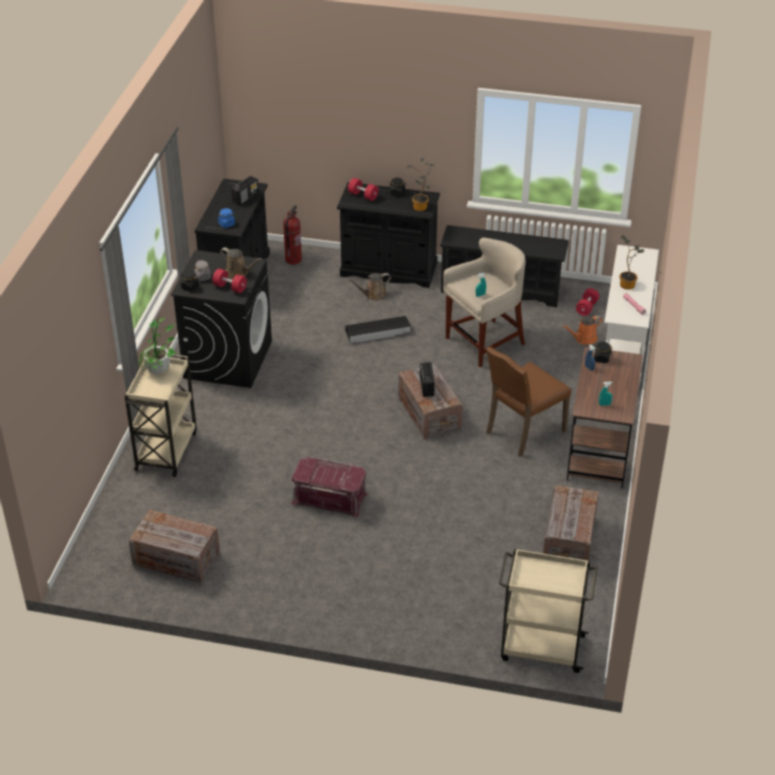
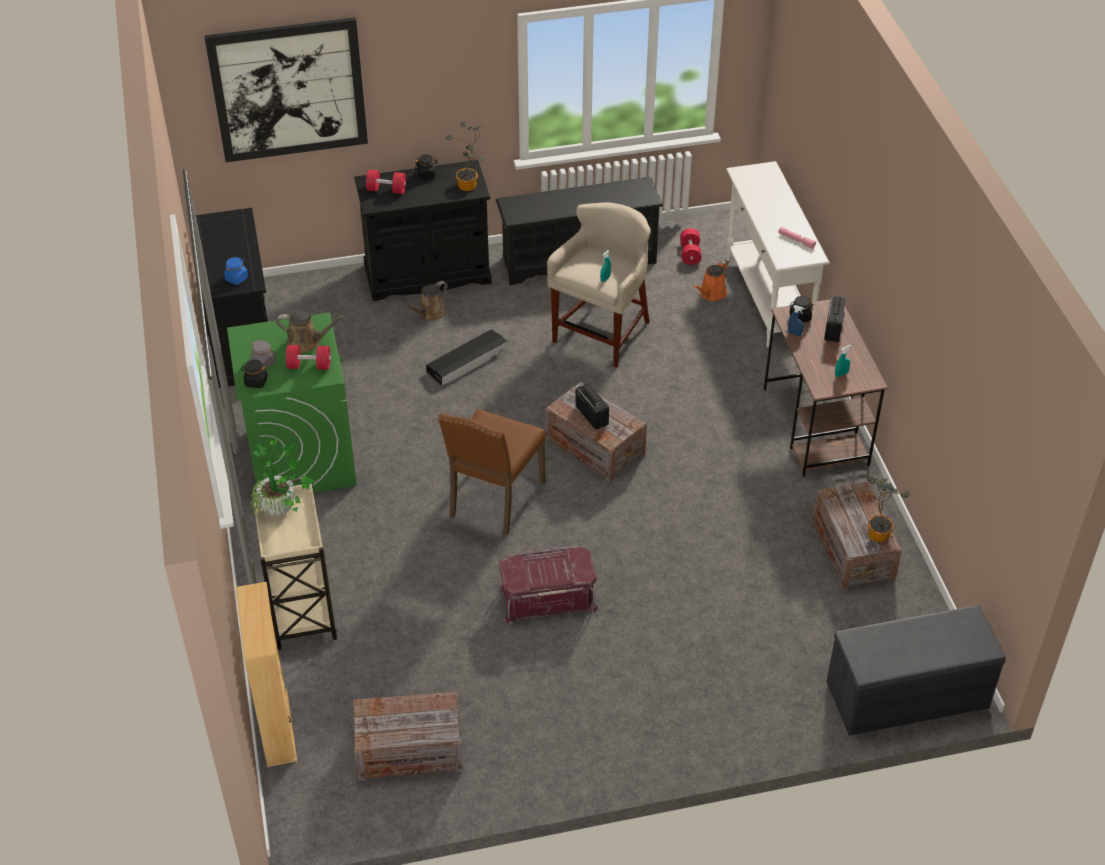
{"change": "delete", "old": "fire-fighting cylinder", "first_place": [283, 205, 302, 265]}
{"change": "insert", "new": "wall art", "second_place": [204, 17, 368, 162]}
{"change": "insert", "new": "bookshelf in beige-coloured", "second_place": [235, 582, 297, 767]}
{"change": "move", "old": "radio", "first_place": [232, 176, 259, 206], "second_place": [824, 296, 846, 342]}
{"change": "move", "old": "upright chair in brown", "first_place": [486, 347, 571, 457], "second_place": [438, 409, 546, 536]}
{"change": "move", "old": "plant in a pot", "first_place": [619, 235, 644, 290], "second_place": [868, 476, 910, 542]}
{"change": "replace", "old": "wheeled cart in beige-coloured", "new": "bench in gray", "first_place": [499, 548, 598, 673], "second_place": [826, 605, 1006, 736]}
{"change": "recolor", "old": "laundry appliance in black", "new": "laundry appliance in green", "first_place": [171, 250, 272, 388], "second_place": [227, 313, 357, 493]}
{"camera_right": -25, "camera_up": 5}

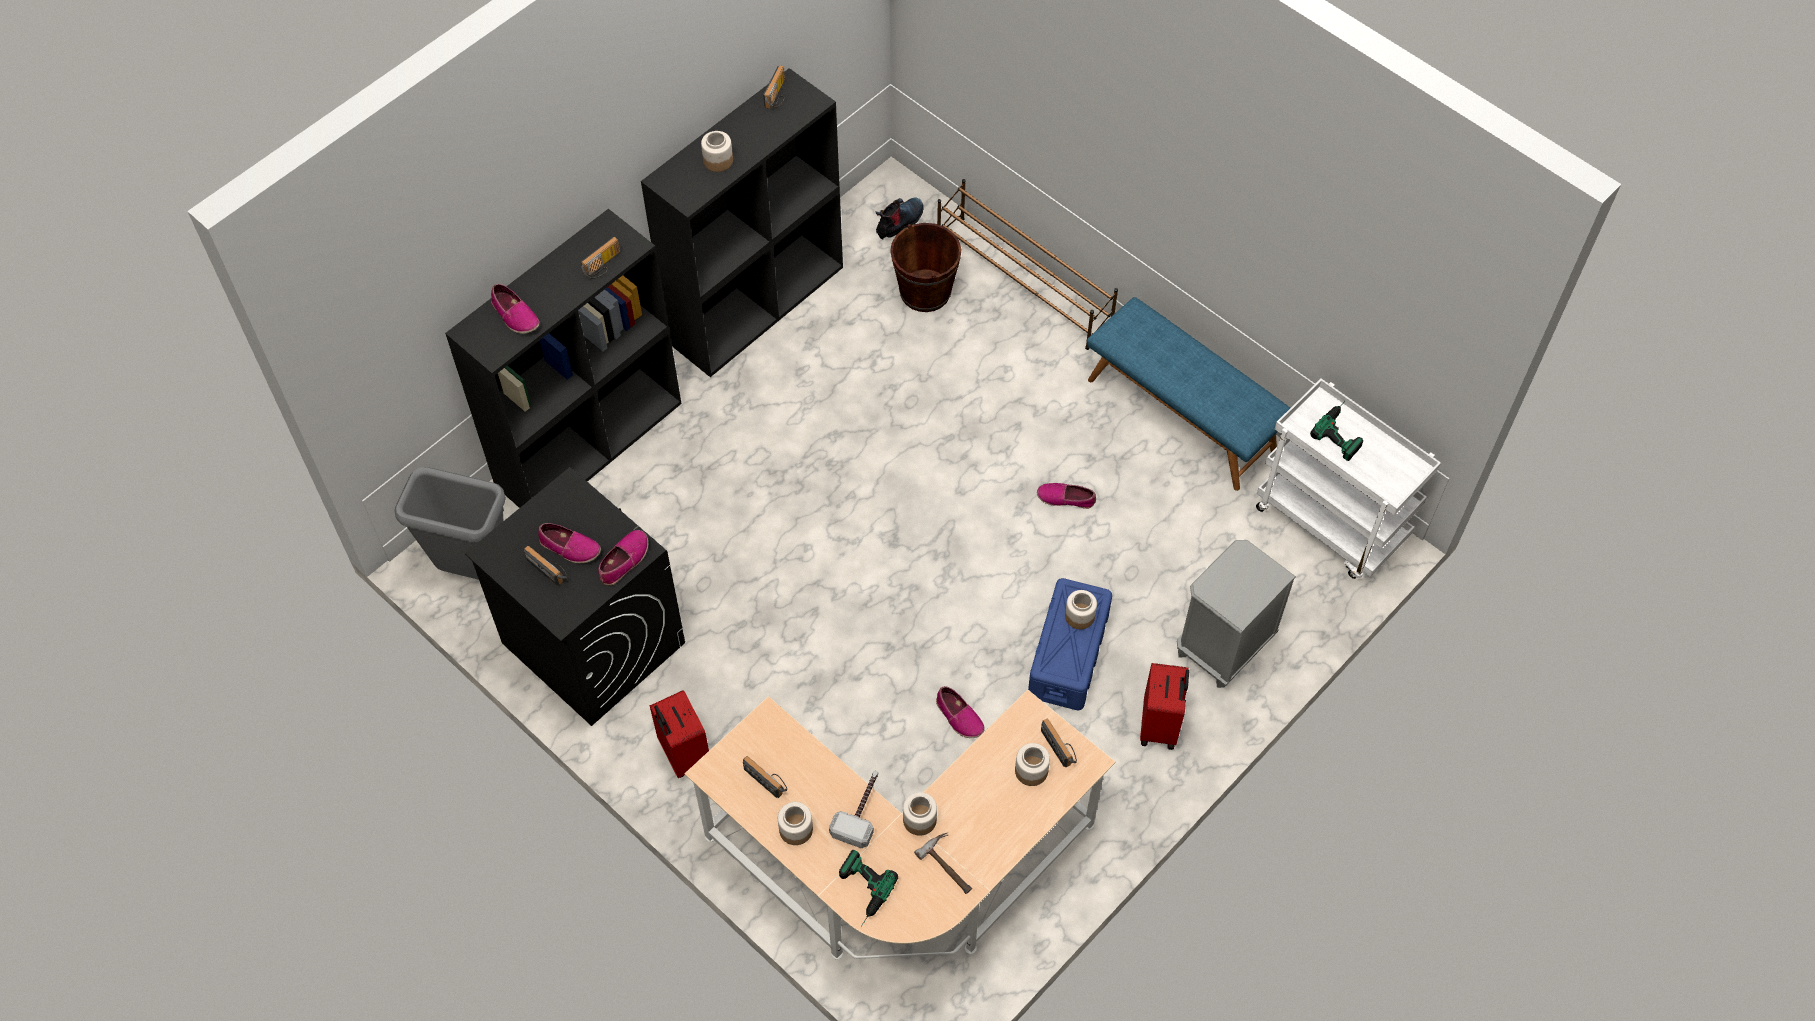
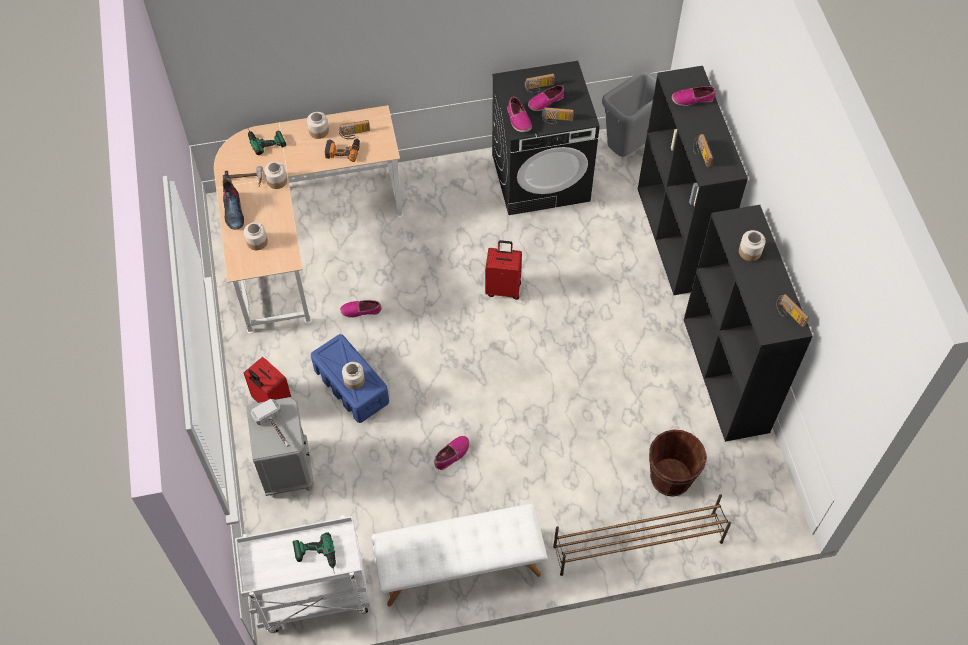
{"change": "insert", "new": "power drill", "second_place": [325, 138, 360, 162]}
{"change": "move", "old": "piece of luggage in red", "first_place": [650, 690, 709, 778], "second_place": [485, 240, 522, 300]}
{"change": "move", "old": "hammer", "first_place": [829, 771, 878, 848], "second_place": [251, 399, 289, 447]}
{"change": "move", "old": "boot", "first_place": [876, 197, 924, 240], "second_place": [223, 171, 244, 230]}
{"change": "move", "old": "radio", "first_place": [1041, 719, 1077, 767], "second_place": [542, 107, 574, 124]}
{"change": "recolor", "old": "bench in blue-coloured", "new": "bench in whitish", "first_place": [1087, 297, 1290, 491], "second_place": [372, 503, 547, 607]}
{"camera_right": 125, "camera_up": 0}

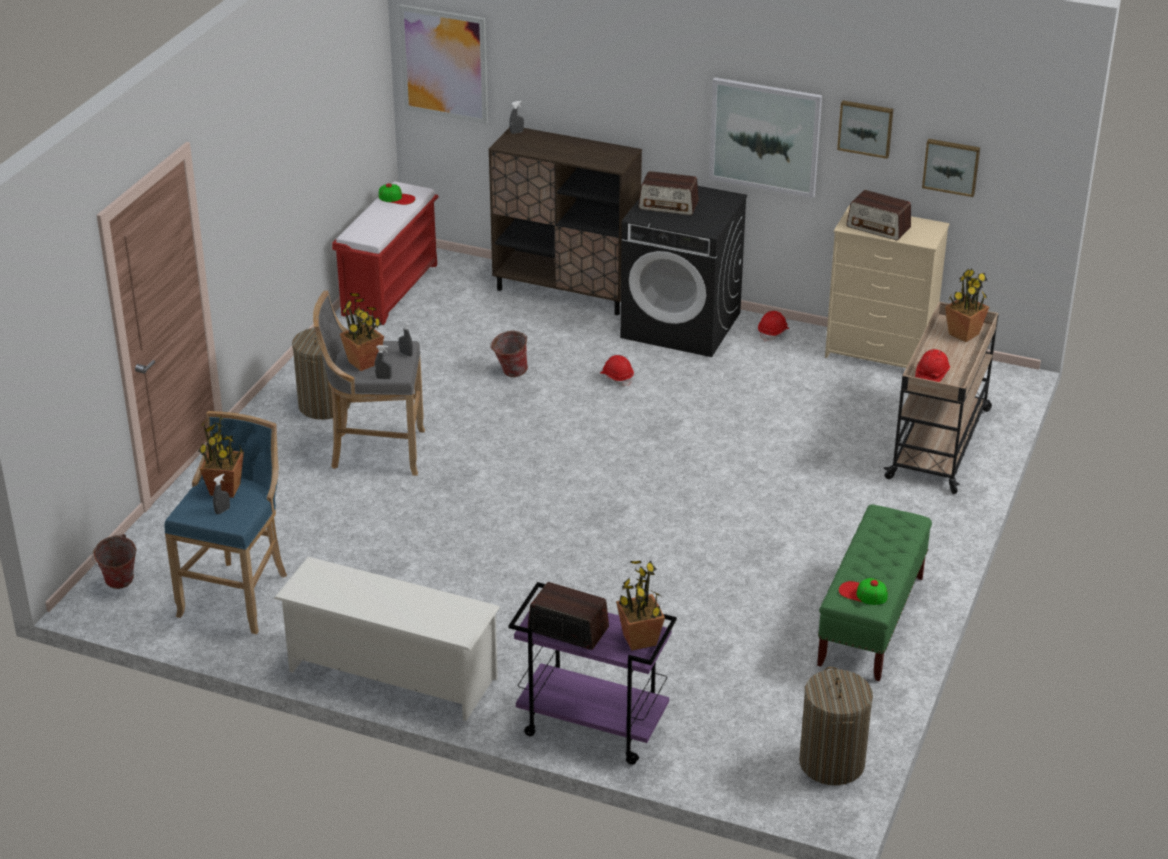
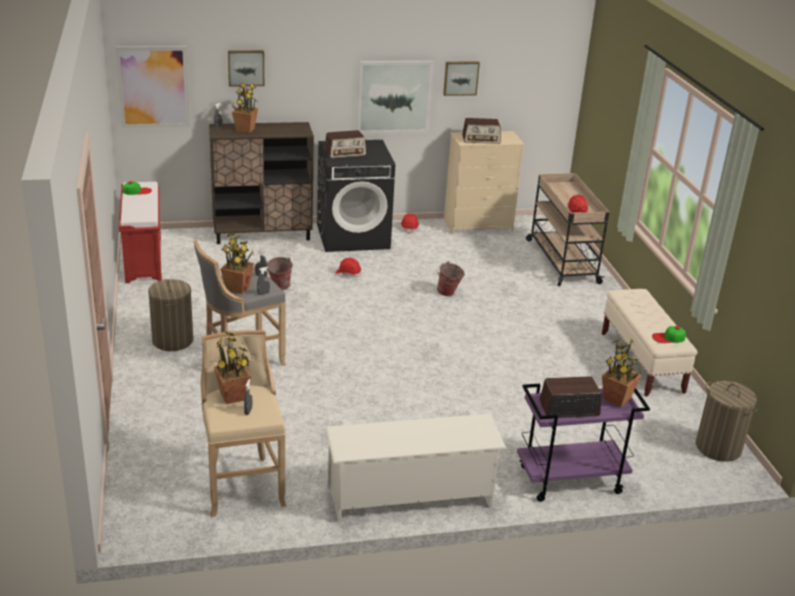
{"change": "move", "old": "water bucket", "first_place": [92, 534, 136, 589], "second_place": [437, 261, 465, 296]}
{"change": "move", "old": "wall art", "first_place": [922, 139, 980, 197], "second_place": [228, 50, 264, 87]}
{"change": "move", "old": "plant in a pot", "first_place": [945, 269, 989, 342], "second_place": [232, 82, 258, 133]}
{"change": "recolor", "old": "stool in blue-coloured", "new": "stool in beige-coloured", "first_place": [164, 411, 287, 634], "second_place": [201, 330, 286, 517]}
{"change": "recolor", "old": "bench in green", "new": "bench in beige-coloured", "first_place": [817, 505, 932, 681], "second_place": [602, 289, 698, 397]}
{"camera_right": -35, "camera_up": -5}

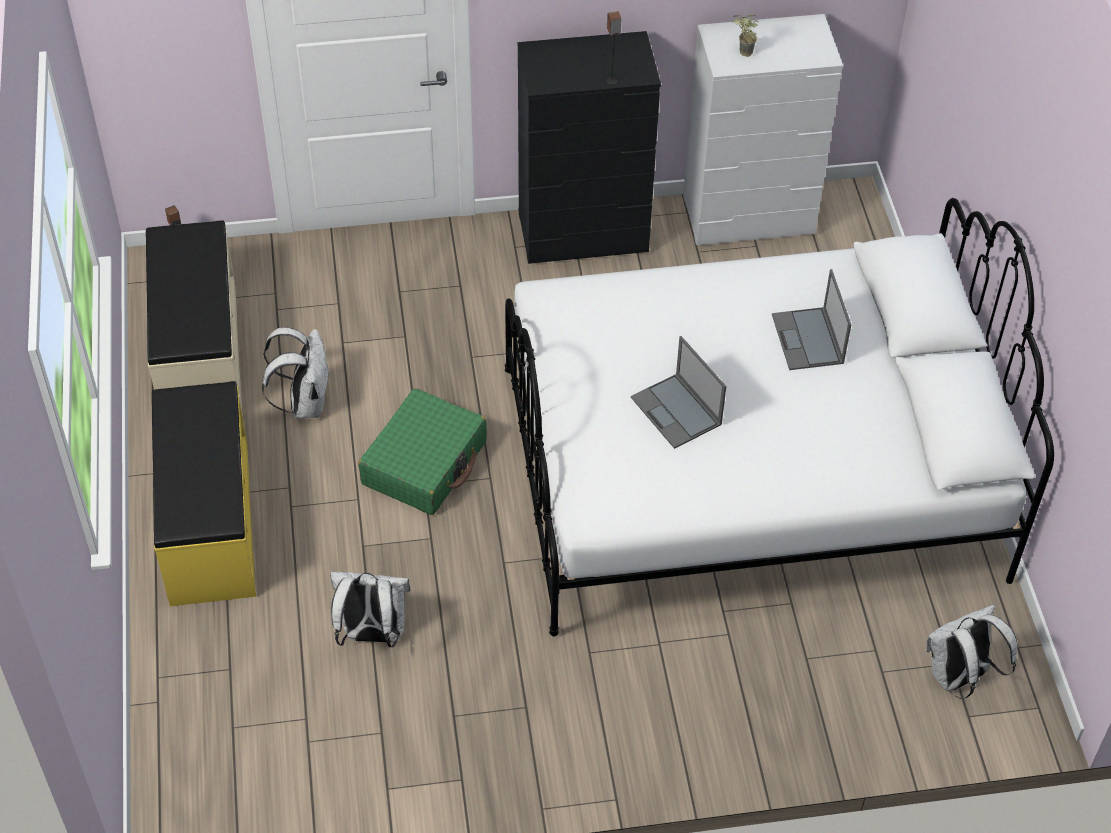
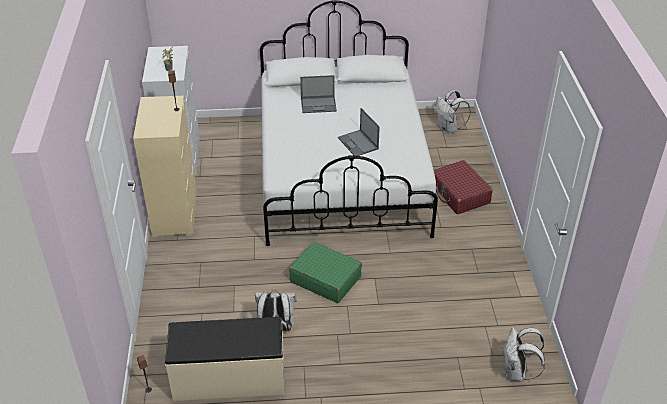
{"change": "delete", "old": "bench in yellow", "first_place": [152, 381, 256, 606]}
{"change": "insert", "new": "piece of luggage in red", "second_place": [434, 160, 493, 214]}
{"change": "move", "old": "rucksack in whitish", "first_place": [330, 572, 410, 647], "second_place": [504, 327, 545, 381]}
{"change": "recolor", "old": "drawer chest in black", "new": "drawer chest in beige-coloured", "first_place": [518, 31, 661, 264], "second_place": [133, 96, 197, 237]}
{"change": "rotate", "old": "laptop", "first_place": [631, 336, 726, 449], "second_place": [338, 108, 380, 156], "degrees": 90}
{"camera_right": -85, "camera_up": -10}

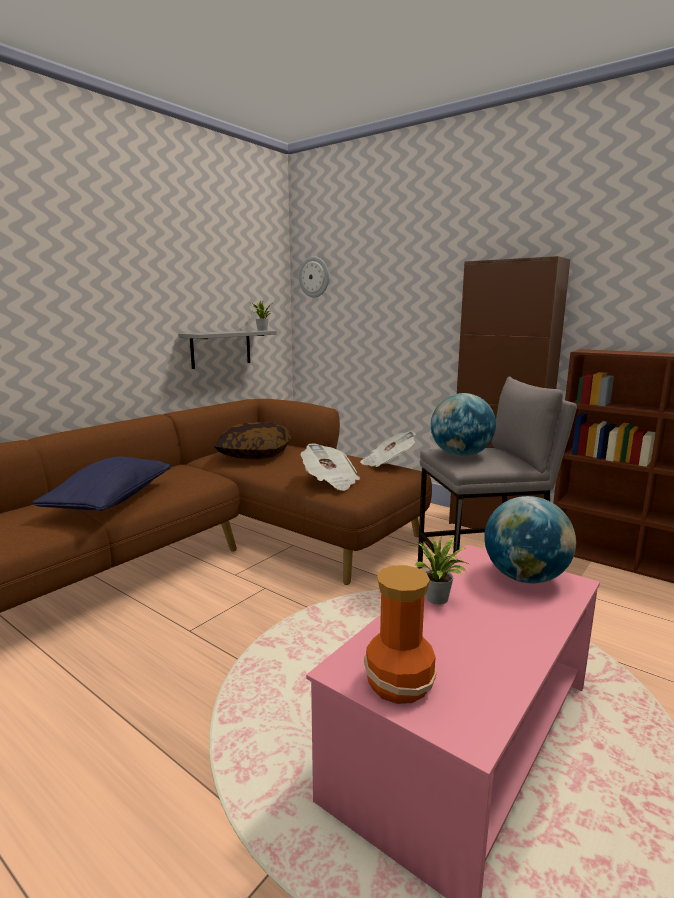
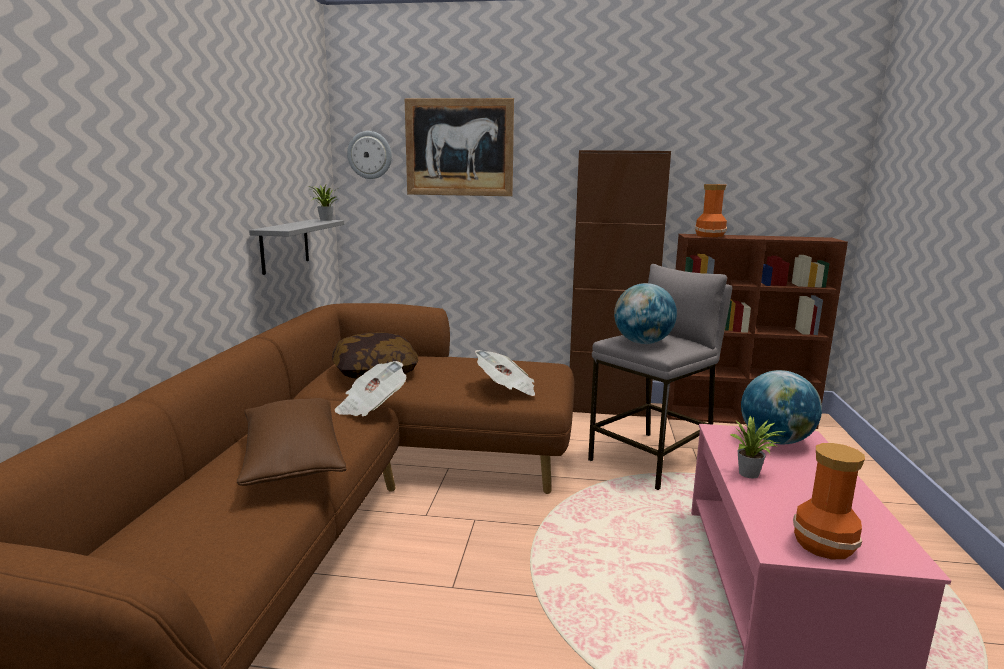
{"change": "insert", "new": "wall art", "second_place": [405, 98, 514, 196]}
{"change": "insert", "new": "decorative vase", "second_place": [695, 184, 727, 237]}
{"change": "move", "old": "newspaper", "first_place": [360, 432, 416, 467], "second_place": [335, 361, 407, 417]}
{"change": "recolor", "old": "pillow in blue-coloured", "new": "pillow in brown", "first_place": [32, 457, 171, 511], "second_place": [237, 398, 346, 486]}
{"camera_right": -30, "camera_up": 0}

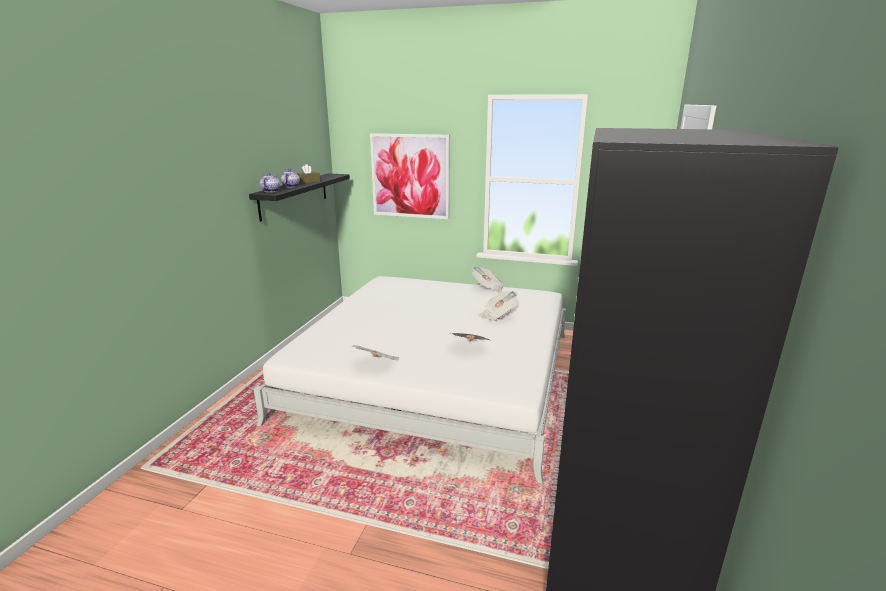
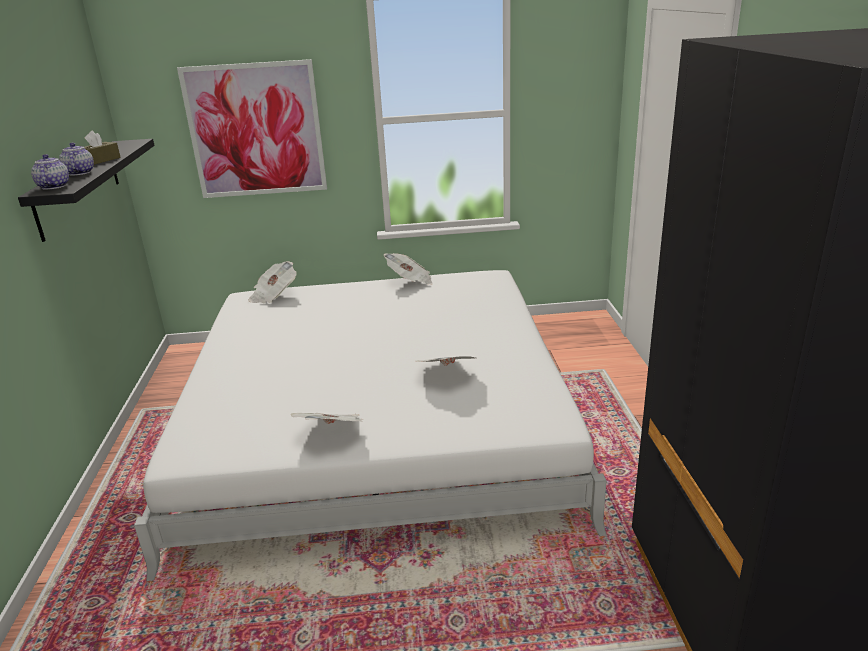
{"change": "move", "old": "newspaper", "first_place": [478, 291, 519, 321], "second_place": [248, 261, 297, 303]}
{"camera_right": -20, "camera_up": 5}

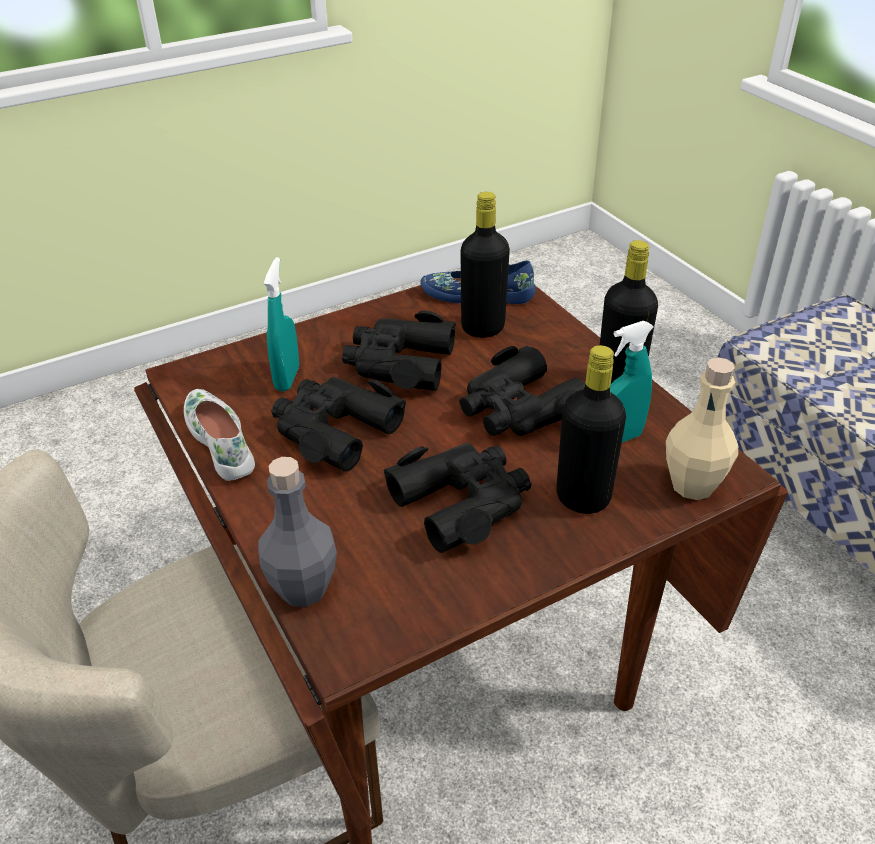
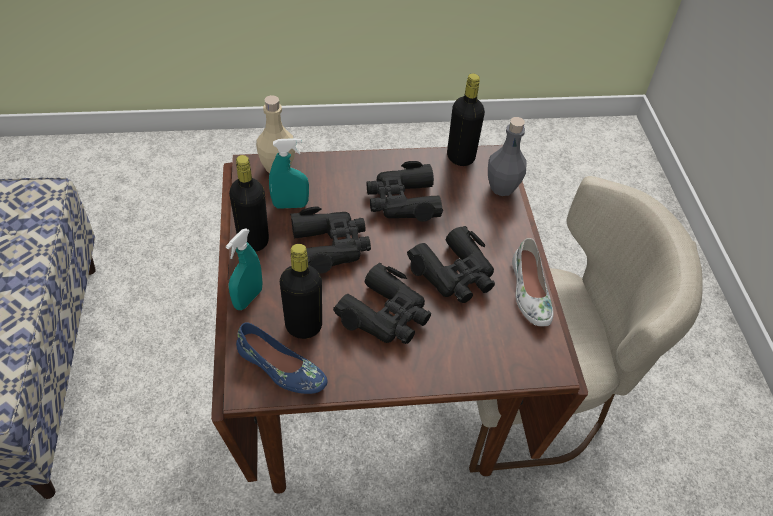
{"change": "move", "old": "spray bottle in turquoise-coloured", "first_place": [264, 257, 299, 391], "second_place": [226, 228, 263, 310]}
{"change": "move", "old": "bottle in black", "first_place": [556, 345, 626, 514], "second_place": [447, 73, 485, 166]}
{"camera_right": -160, "camera_up": 10}

